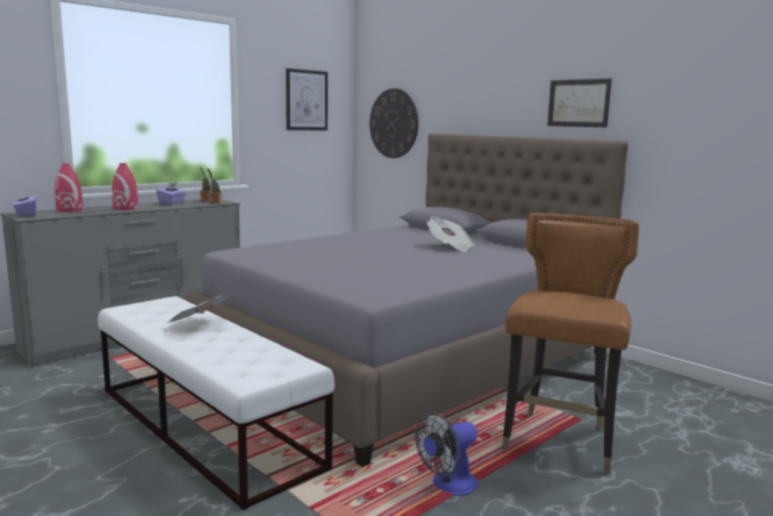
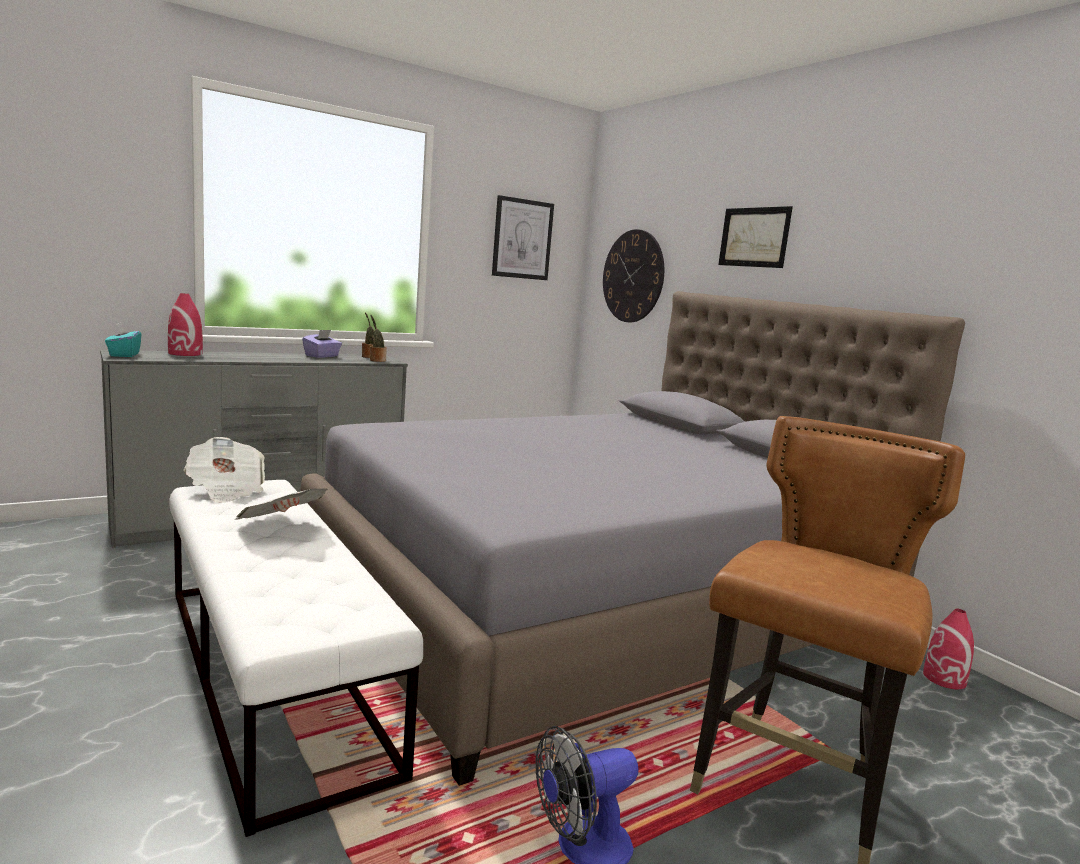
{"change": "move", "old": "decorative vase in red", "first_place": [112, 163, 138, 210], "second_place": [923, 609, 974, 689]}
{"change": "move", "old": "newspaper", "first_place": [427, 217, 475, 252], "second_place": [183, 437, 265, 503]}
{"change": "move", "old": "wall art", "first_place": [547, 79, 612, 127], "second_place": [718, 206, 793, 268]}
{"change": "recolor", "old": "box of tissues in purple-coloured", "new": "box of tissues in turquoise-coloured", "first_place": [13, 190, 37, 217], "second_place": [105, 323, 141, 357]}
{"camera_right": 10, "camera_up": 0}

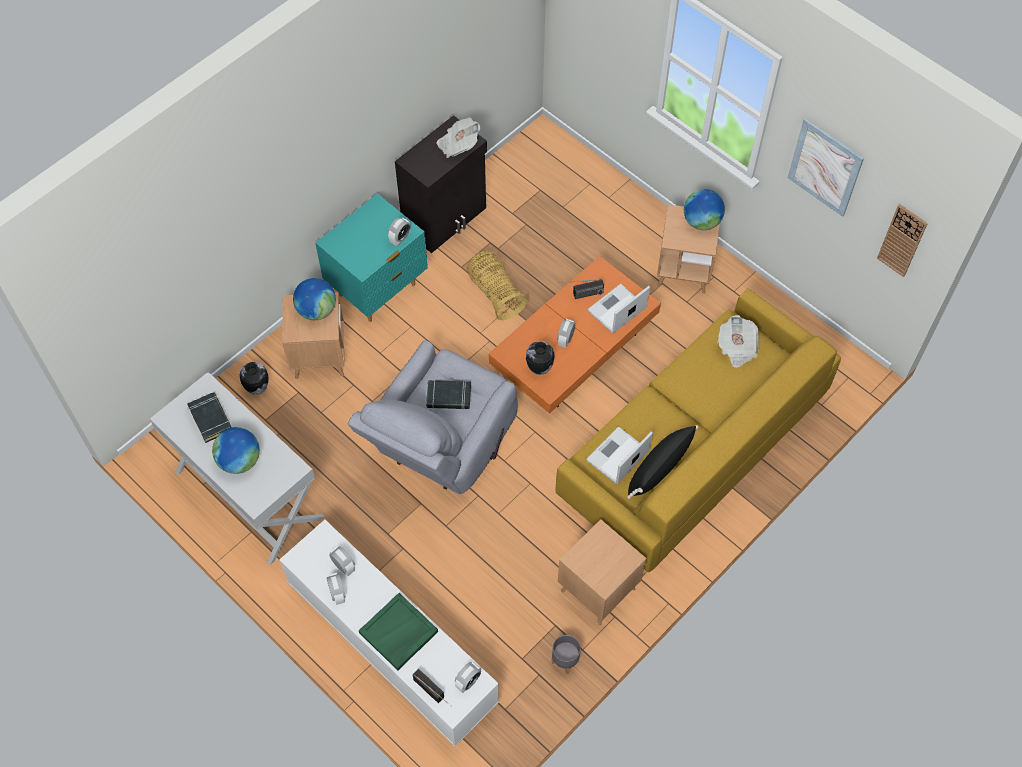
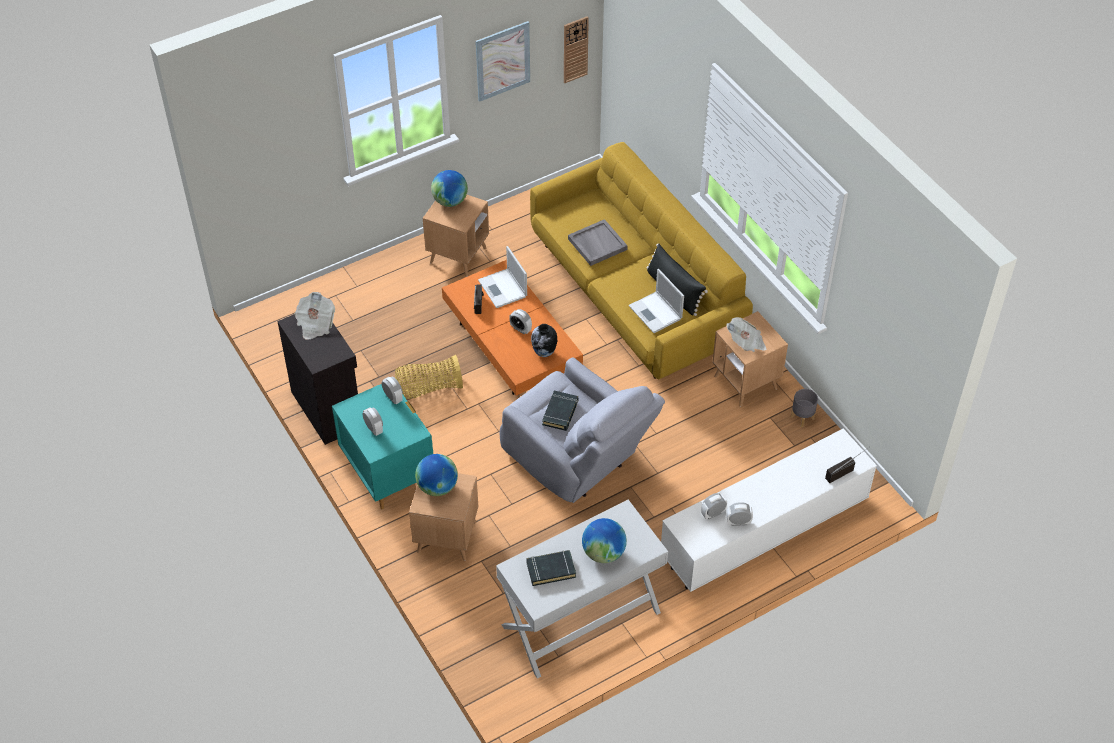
{"change": "delete", "old": "decorative vase", "first_place": [240, 362, 269, 395]}
{"change": "delete", "old": "tray in green", "first_place": [359, 593, 438, 671]}
{"change": "insert", "new": "tray in gray", "second_place": [568, 219, 628, 266]}
{"change": "move", "old": "alarm clock", "first_place": [455, 662, 481, 693], "second_place": [362, 407, 383, 436]}
{"change": "move", "old": "newspaper", "first_place": [717, 315, 759, 368], "second_place": [726, 317, 766, 352]}
{"camera_right": -75, "camera_up": -10}

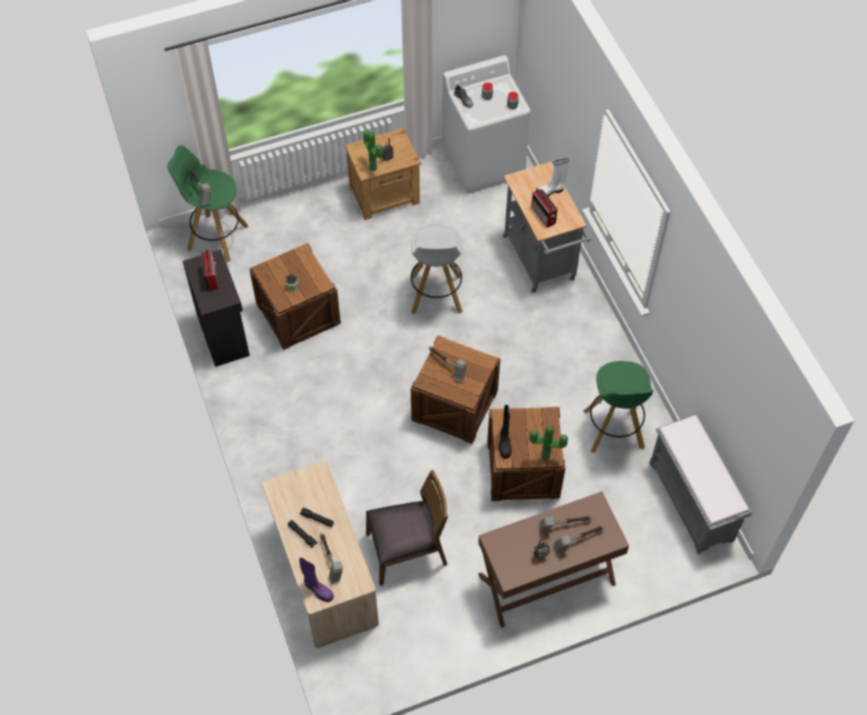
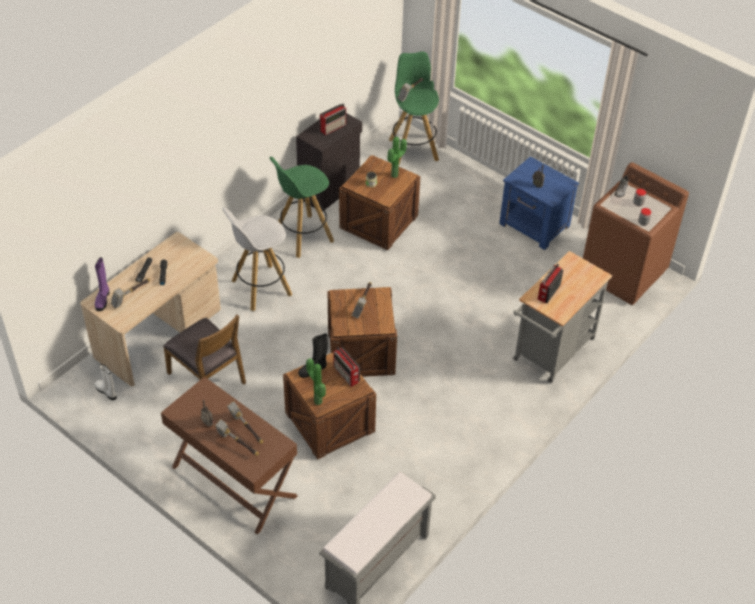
{"change": "insert", "new": "radio", "second_place": [333, 347, 360, 387]}
{"change": "move", "old": "plant in a pot", "first_place": [363, 130, 383, 171], "second_place": [387, 137, 407, 178]}
{"change": "move", "old": "stool in whitish", "first_place": [410, 225, 463, 314], "second_place": [223, 207, 292, 311]}
{"change": "move", "old": "boot in whitish", "first_place": [539, 159, 569, 197], "second_place": [95, 364, 117, 400]}
{"change": "move", "old": "stool in green", "first_place": [584, 361, 653, 453], "second_place": [270, 157, 334, 258]}
{"change": "recolor", "old": "bedside table in brown", "new": "bedside table in blue-coloured", "first_place": [345, 128, 421, 220], "second_place": [499, 156, 579, 250]}
{"change": "recolor", "old": "laundry appliance in whitish", "new": "laundry appliance in brown", "first_place": [442, 55, 531, 193], "second_place": [583, 162, 689, 305]}
{"camera_right": 60, "camera_up": -10}

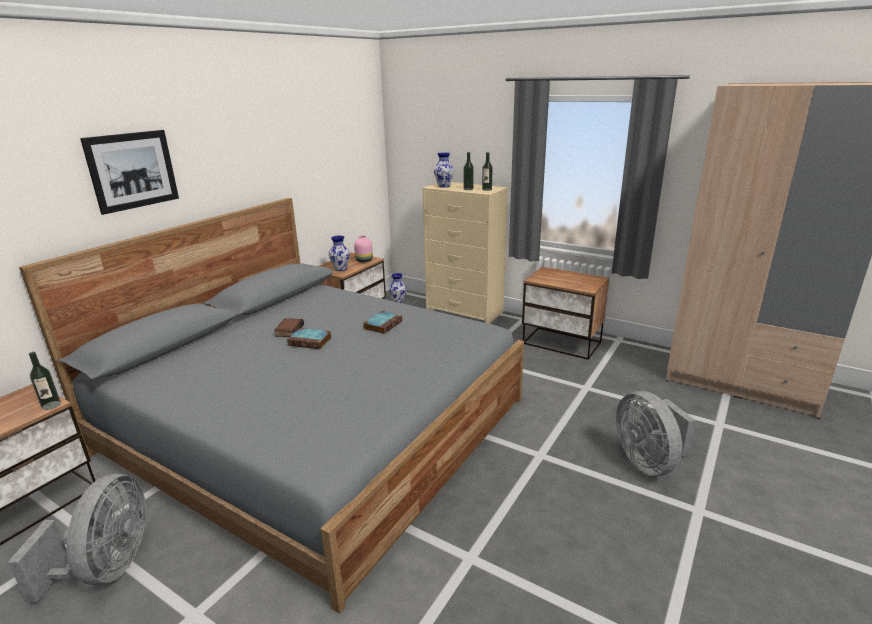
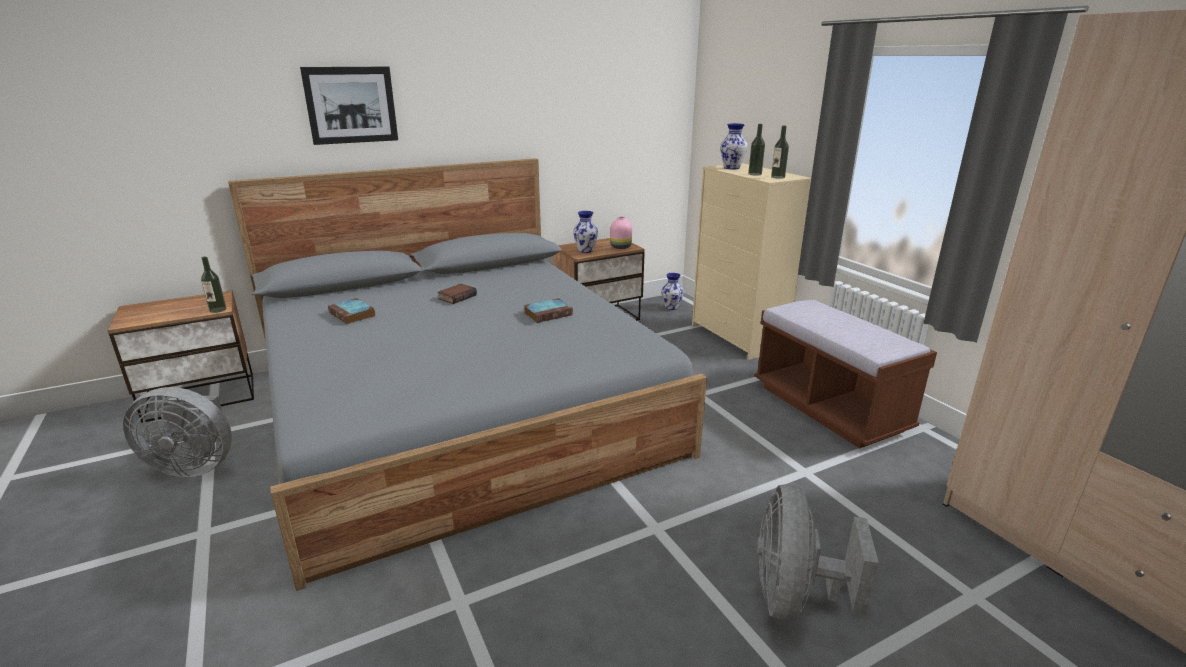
{"change": "move", "old": "bound book", "first_place": [287, 328, 331, 349], "second_place": [328, 298, 375, 324]}
{"change": "replace", "old": "bedside table", "new": "bench in brown", "first_place": [522, 267, 609, 360], "second_place": [754, 299, 937, 448]}
{"change": "rotate", "old": "fan in gray", "first_place": [8, 474, 146, 603], "second_place": [123, 387, 232, 477], "degrees": 60}
{"camera_right": 30, "camera_up": 0}

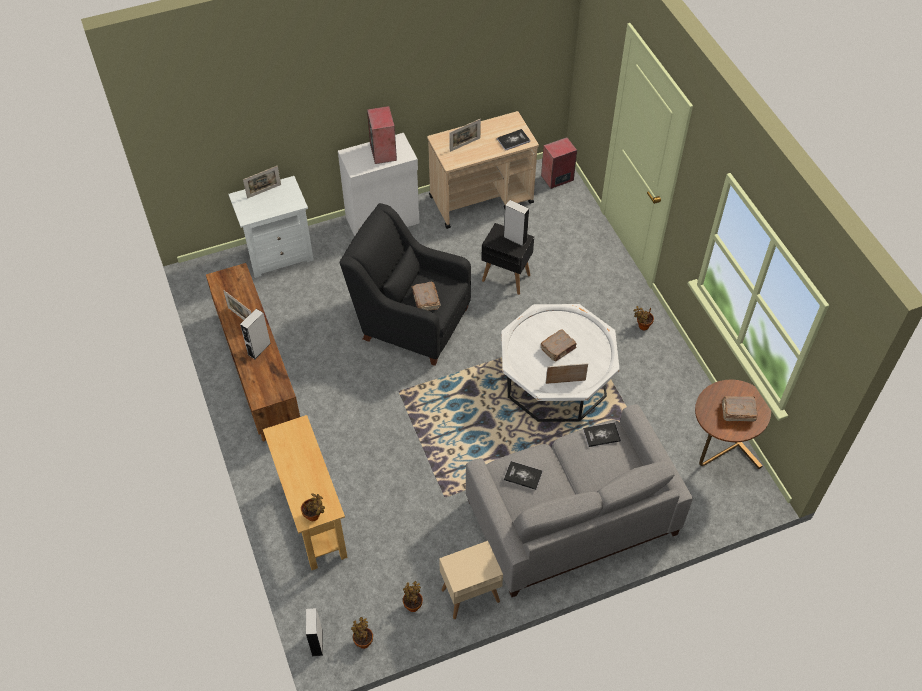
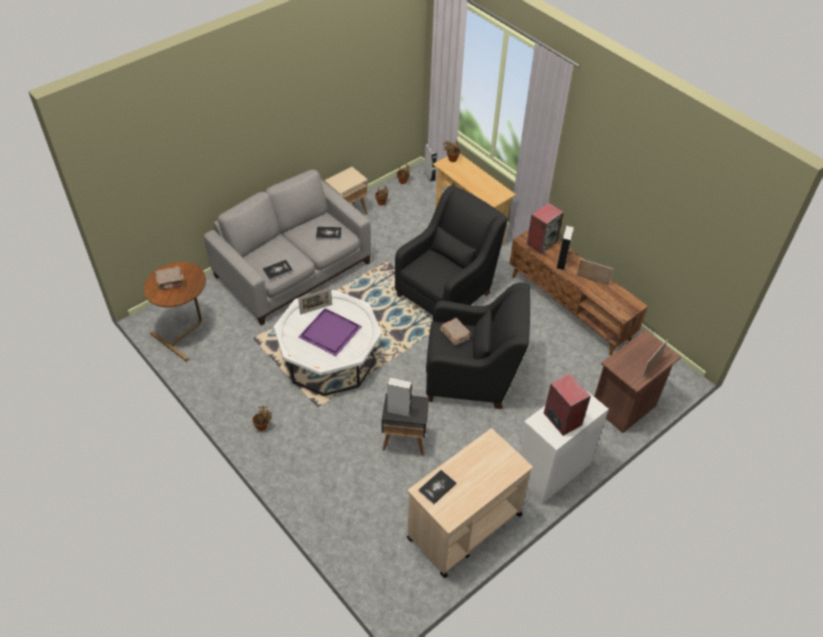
{"change": "delete", "old": "standing frame", "first_place": [449, 119, 481, 152]}
{"change": "insert", "new": "lounge chair in black", "second_place": [395, 185, 508, 315]}
{"change": "move", "old": "audio speaker", "first_place": [541, 137, 577, 189], "second_place": [527, 203, 564, 254]}
{"change": "replace", "old": "bound book in brown", "new": "tray in purple-coloured", "first_place": [541, 330, 577, 361], "second_place": [298, 308, 362, 356]}
{"change": "recolor", "old": "bedside table in whitish", "new": "bedside table in brown", "first_place": [228, 176, 314, 278], "second_place": [594, 330, 681, 433]}
{"camera_right": 160, "camera_up": -5}

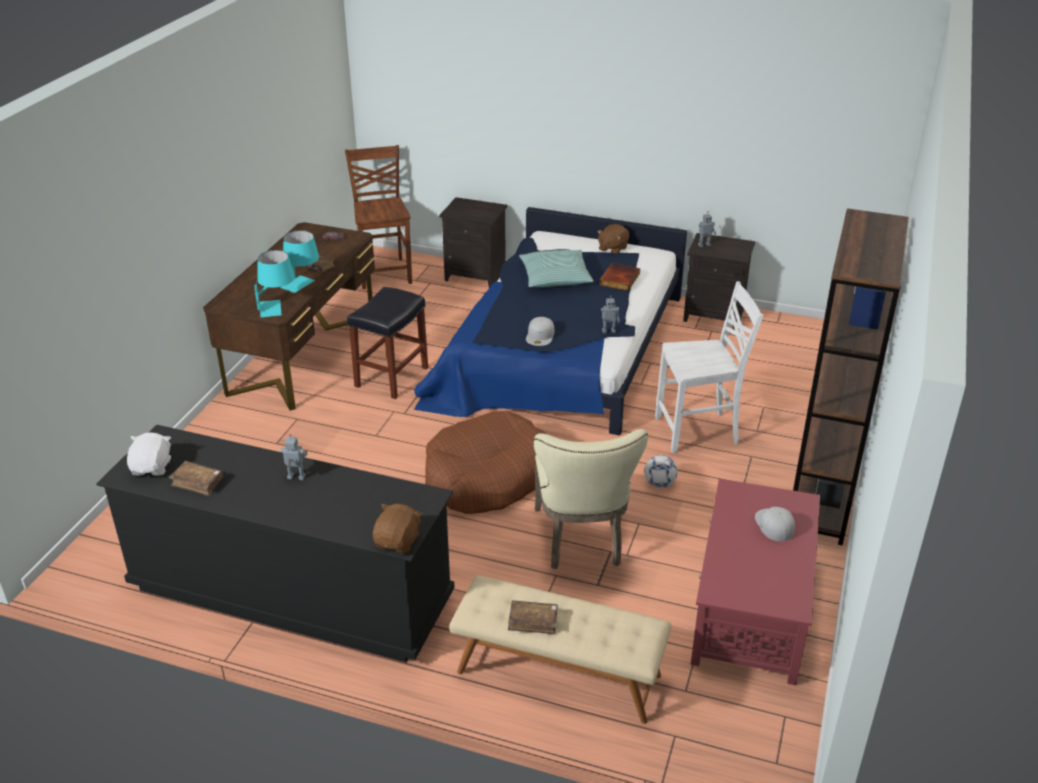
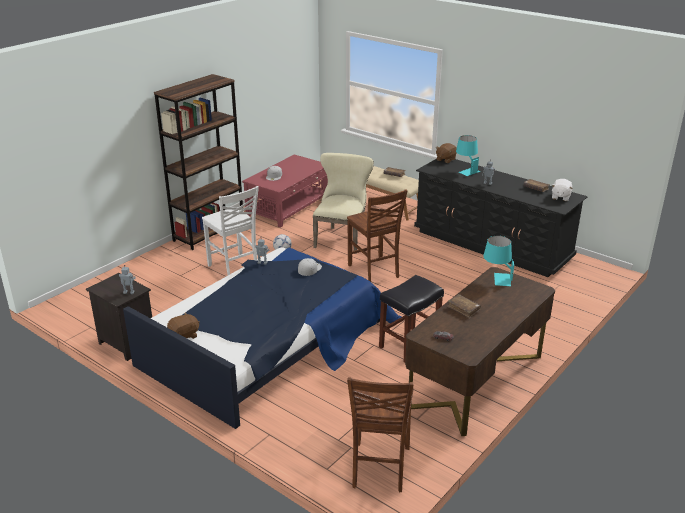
{"change": "delete", "old": "bedside table in black", "first_place": [439, 197, 508, 288]}
{"change": "delete", "old": "pillow", "first_place": [519, 250, 594, 287]}
{"change": "delete", "old": "bound book", "first_place": [599, 263, 640, 291]}
{"change": "move", "old": "table lamp in turquoise-coloured", "first_place": [280, 230, 319, 293], "second_place": [456, 135, 480, 176]}
{"change": "replace", "old": "pet bed in brown", "new": "upright chair in brown", "first_place": [425, 411, 546, 514], "second_place": [347, 189, 408, 282]}
{"change": "rotate", "old": "upright chair in whitish", "first_place": [655, 282, 763, 454], "second_place": [202, 186, 259, 275], "degrees": -135}
{"camera_right": -160, "camera_up": -5}

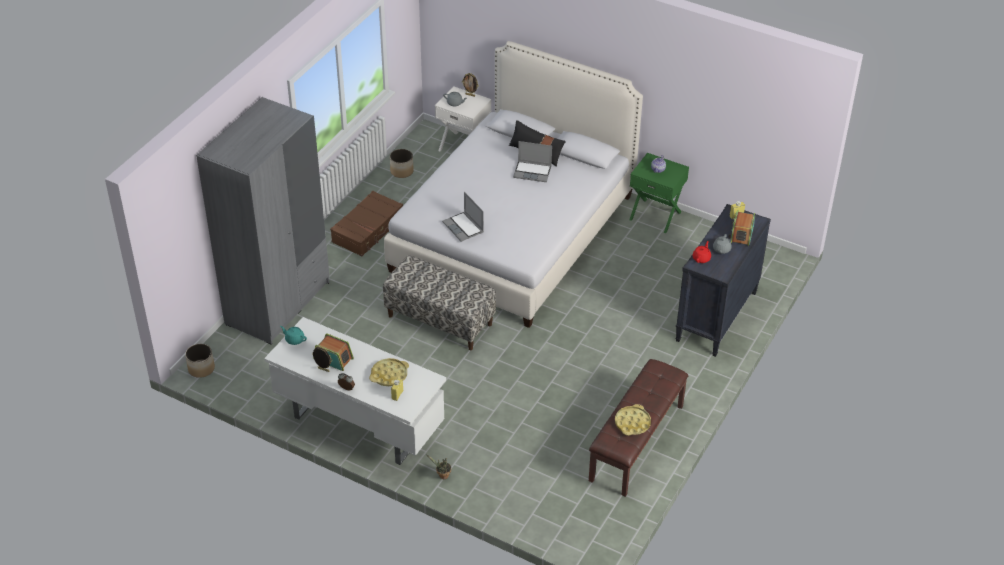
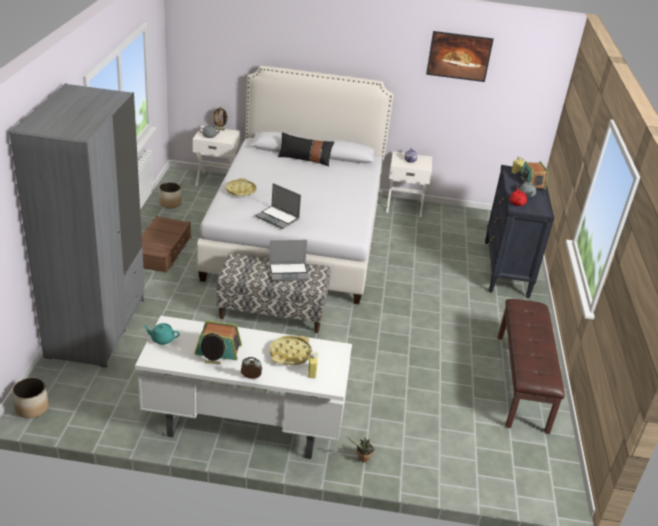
{"change": "insert", "new": "wall art", "second_place": [426, 31, 494, 82]}
{"change": "move", "old": "laptop", "first_place": [513, 141, 552, 182], "second_place": [269, 240, 309, 281]}
{"change": "move", "old": "tray in yellow", "first_place": [615, 404, 651, 436], "second_place": [225, 178, 256, 196]}
{"change": "recolor", "old": "bedside table in green", "new": "bedside table in whitish", "first_place": [629, 153, 689, 233], "second_place": [386, 151, 432, 217]}
{"camera_right": -25, "camera_up": -10}

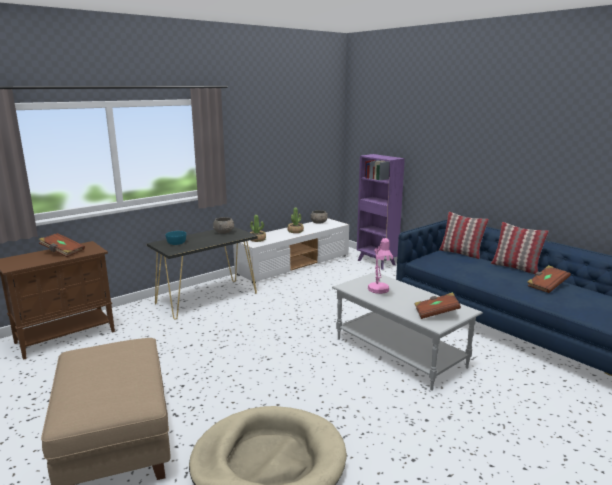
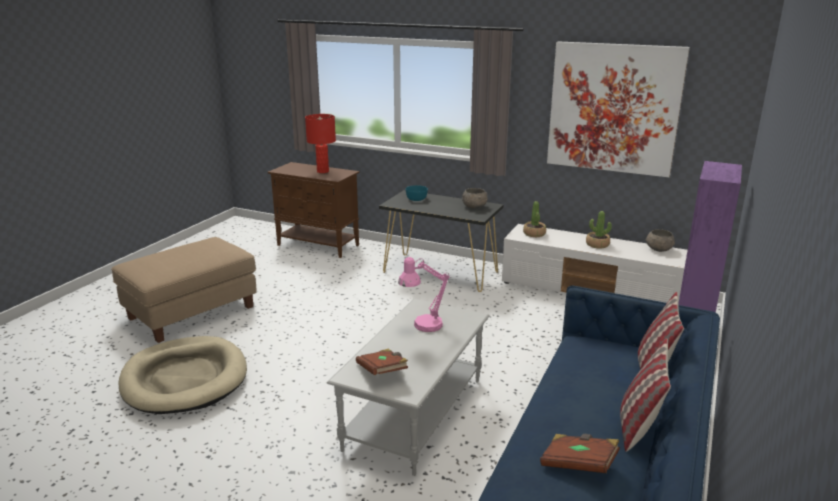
{"change": "insert", "new": "wall art", "second_place": [547, 41, 690, 177]}
{"change": "replace", "old": "bound book in brown", "new": "table lamp in red", "first_place": [39, 233, 85, 257], "second_place": [305, 114, 336, 173]}
{"camera_right": 65, "camera_up": 5}

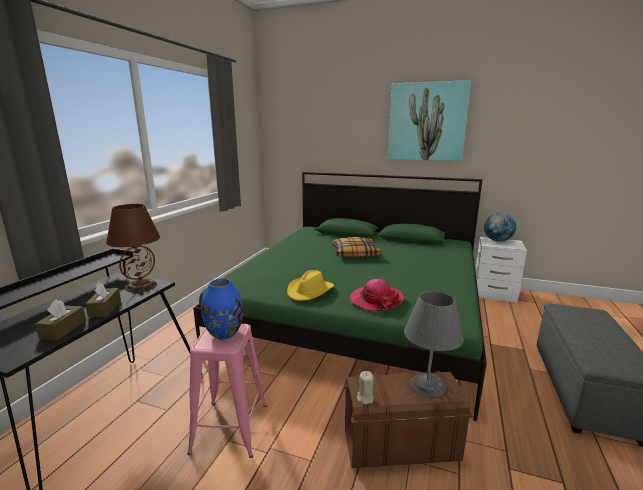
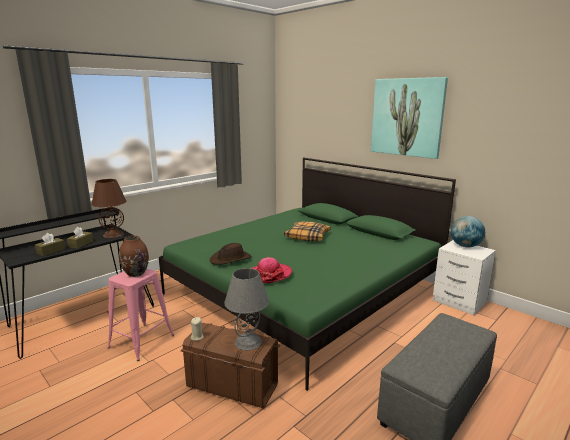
{"change": "recolor", "old": "decorative vase in blue-coloured", "new": "decorative vase in brown", "first_place": [201, 279, 243, 340], "second_place": [119, 236, 149, 277]}
{"change": "recolor", "old": "wearable hat in yellow", "new": "wearable hat in brown", "first_place": [287, 270, 334, 301], "second_place": [210, 243, 251, 265]}
{"camera_right": 25, "camera_up": 0}

